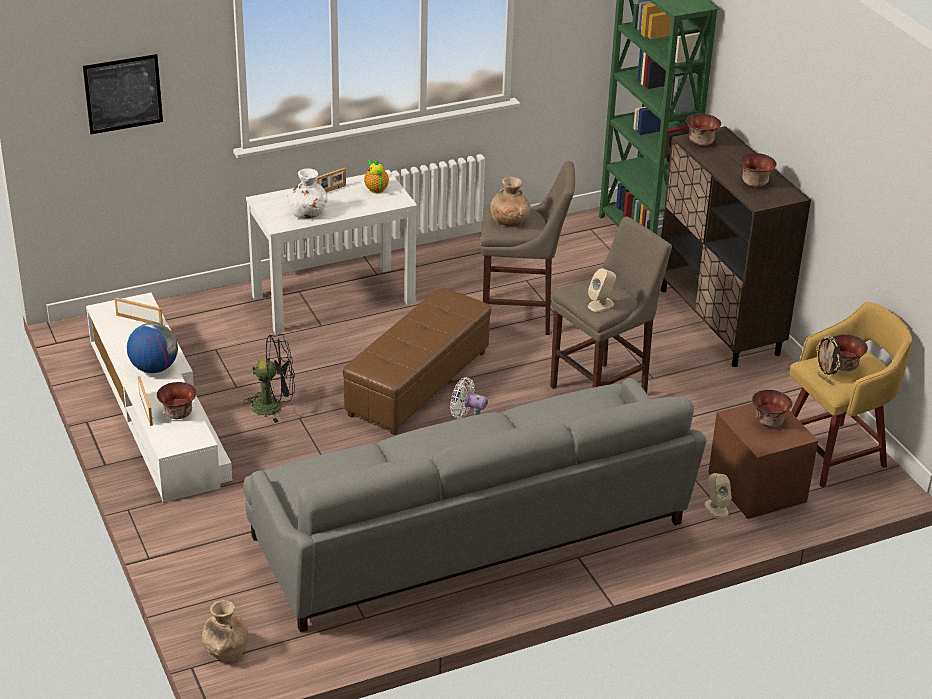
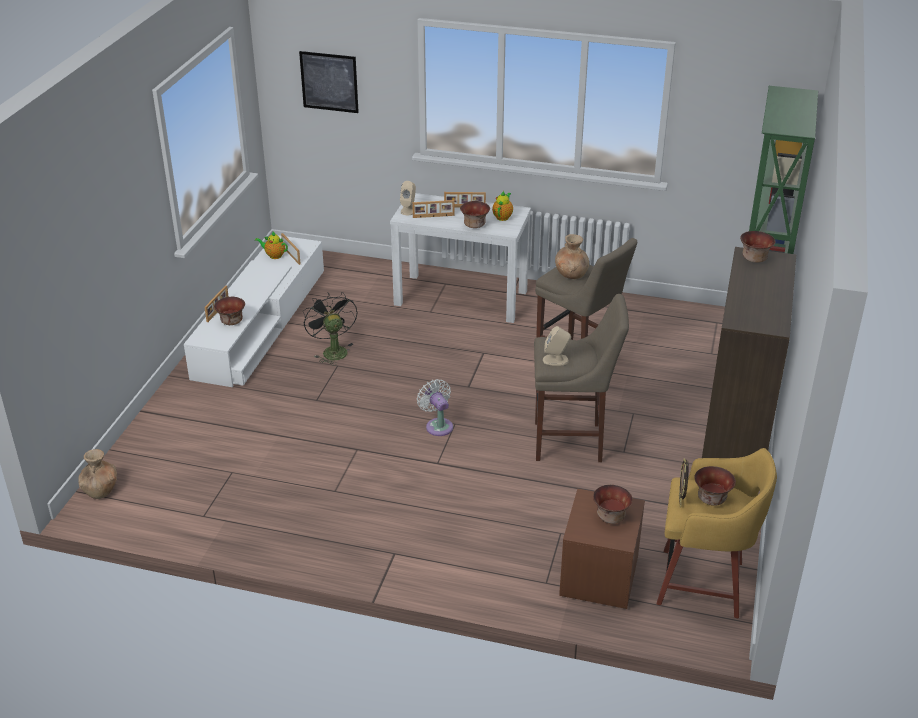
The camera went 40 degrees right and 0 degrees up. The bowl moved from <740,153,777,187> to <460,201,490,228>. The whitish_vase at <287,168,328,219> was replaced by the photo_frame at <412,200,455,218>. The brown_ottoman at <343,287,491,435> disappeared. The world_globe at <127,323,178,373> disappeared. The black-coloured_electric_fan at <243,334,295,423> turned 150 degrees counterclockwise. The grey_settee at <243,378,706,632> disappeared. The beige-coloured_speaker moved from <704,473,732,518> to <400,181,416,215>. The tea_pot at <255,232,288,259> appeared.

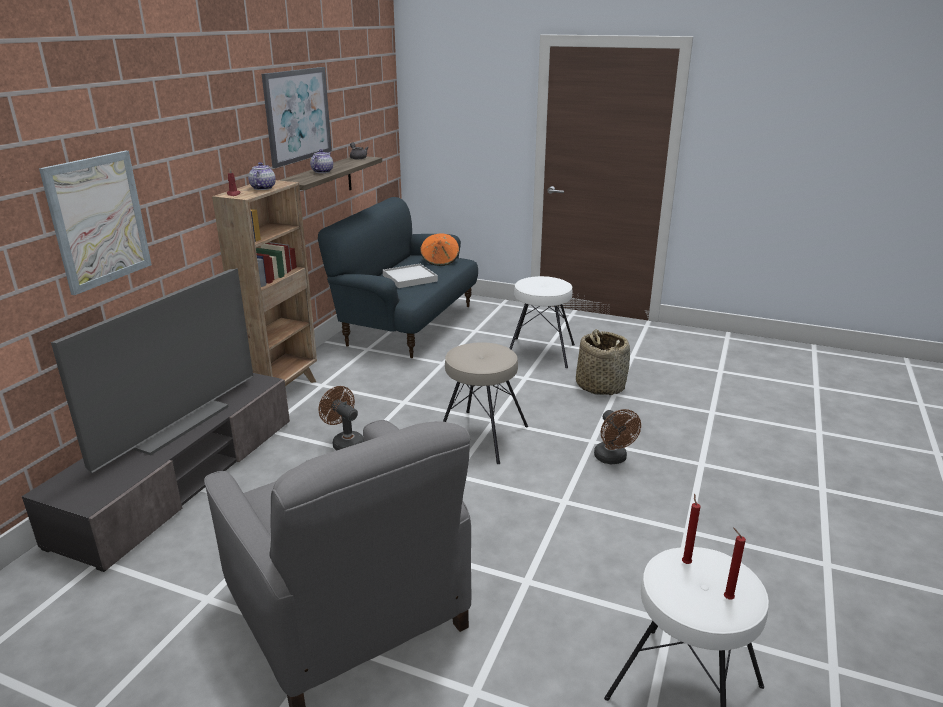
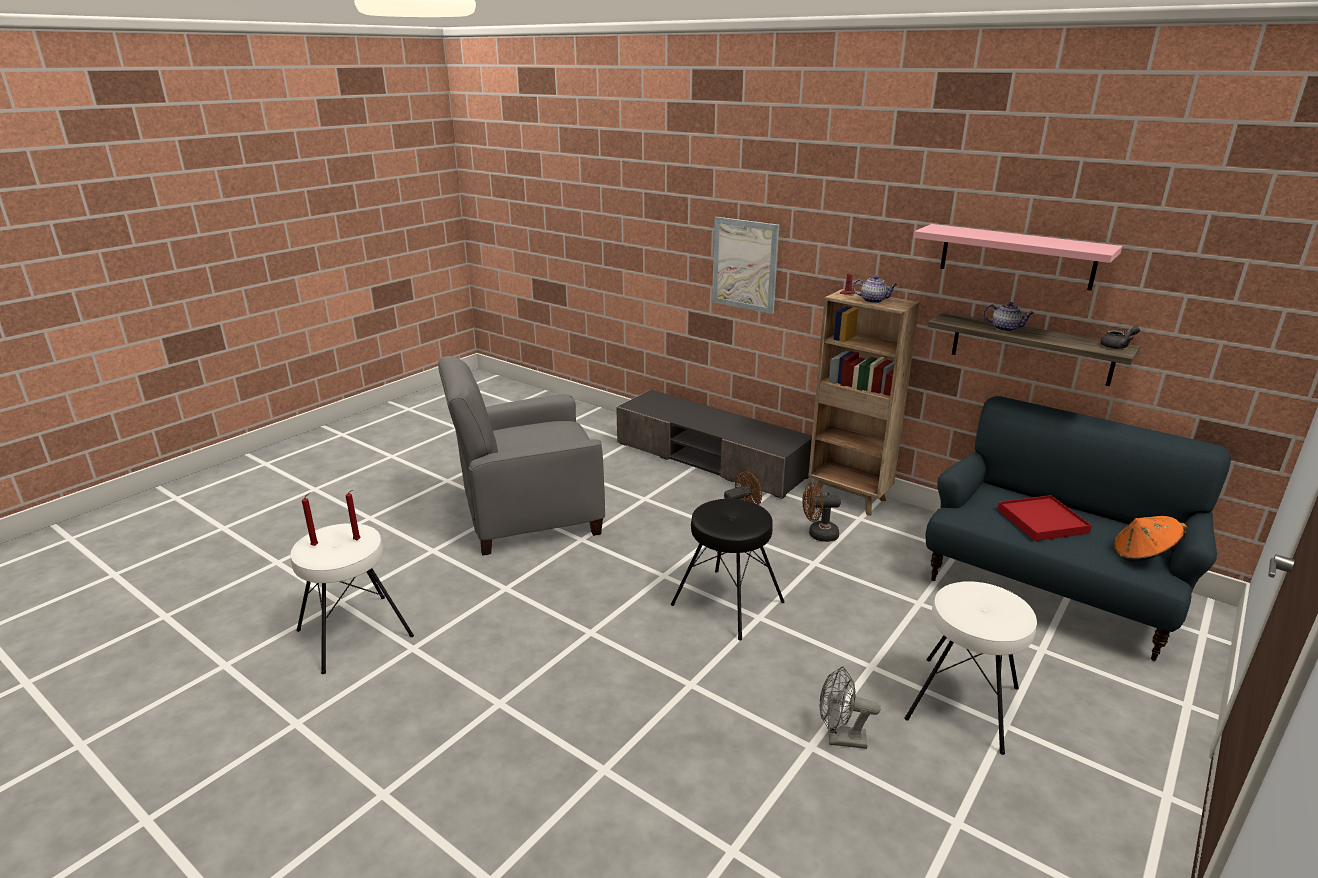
The camera went 105 degrees right and 0 degrees up. The wall_art at <262,67,332,168> was replaced by the pink-coloured_shelf at <913,224,1122,290>. The whitish_tray at <383,264,438,288> became the red-coloured_tray at <997,495,1092,541>. The television at <51,268,253,473> disappeared. The household_basket at <576,329,630,395> was replaced by the grey_electric_fan at <820,667,881,749>. The beige-coloured_stool at <443,342,528,464> became the black-coloured_stool at <671,499,785,641>. The brown_electric_fan moved from <594,409,641,465> to <802,482,841,542>.

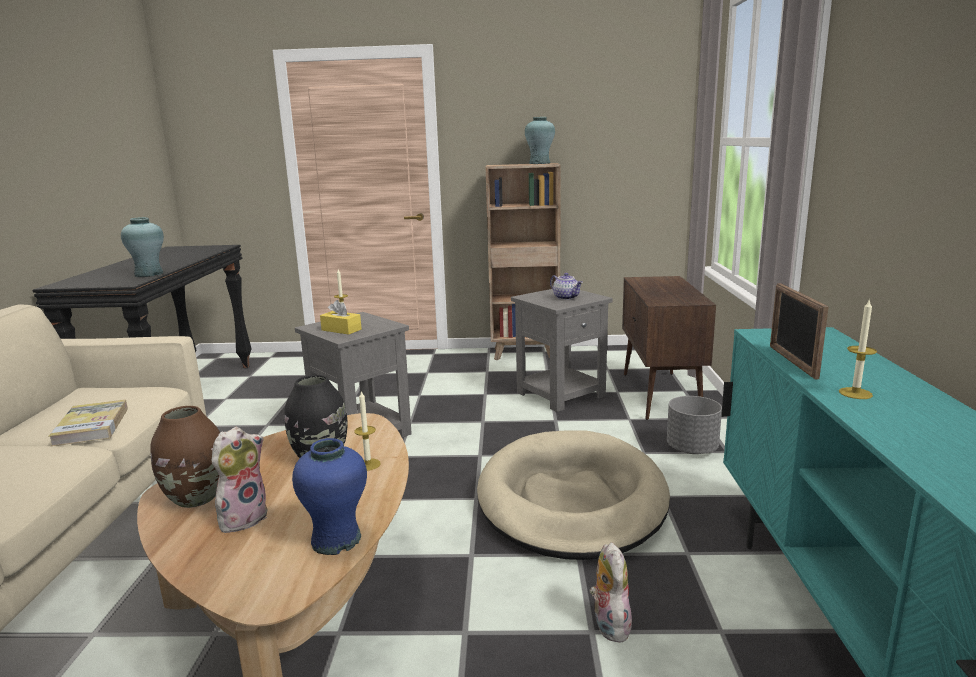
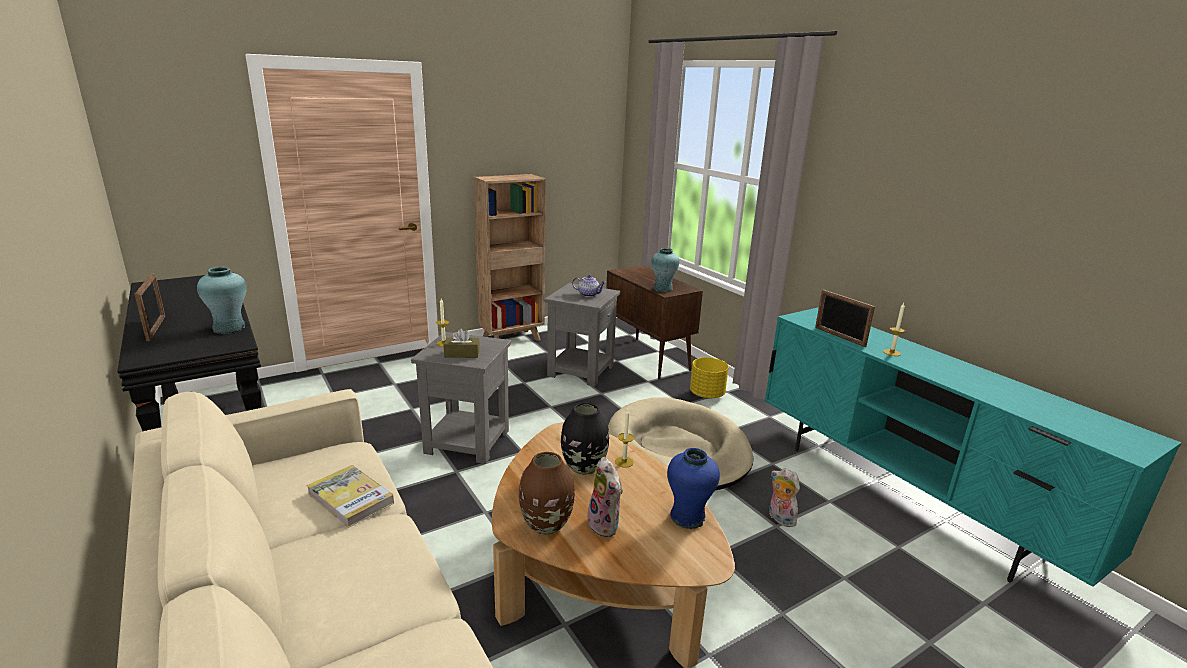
The camera went 35 degrees left and 5 degrees up. The blue-green_vase moved from <525,117,555,164> to <651,248,680,292>. The yellow-coloured_box_of_tissues at <320,300,362,335> became the brown_box_of_tissues at <444,329,480,358>. The grey_flower_pot at <667,396,722,454> became the yellow-coloured_flower_pot at <690,357,729,399>. The plush_toy at <212,427,268,533> turned 150 degrees clockwise. The photo_frame at <134,274,165,341> appeared.

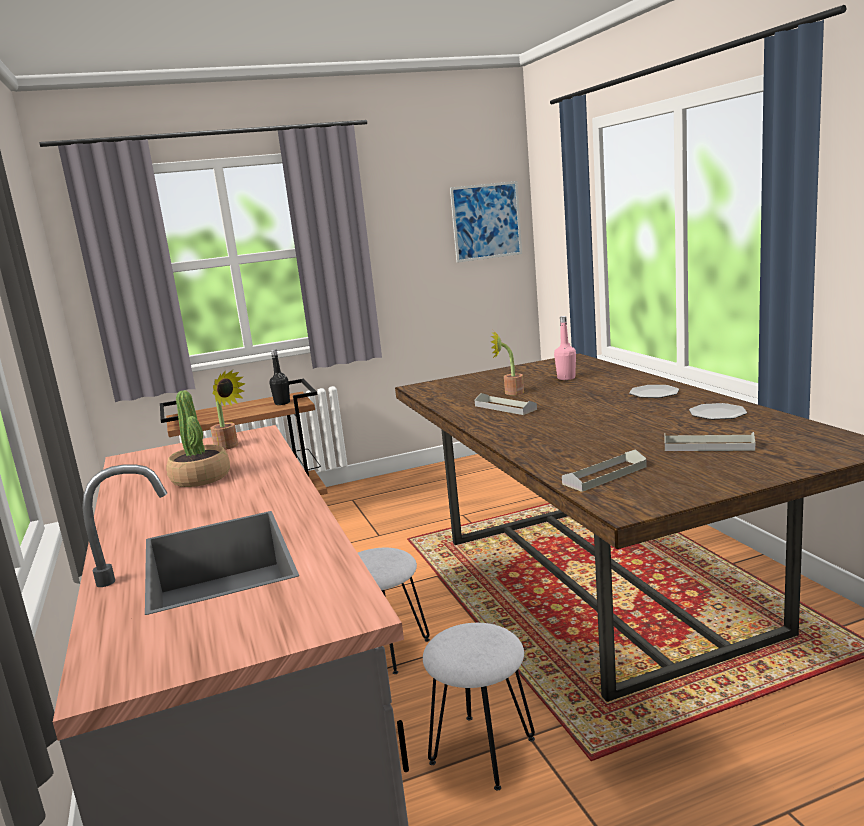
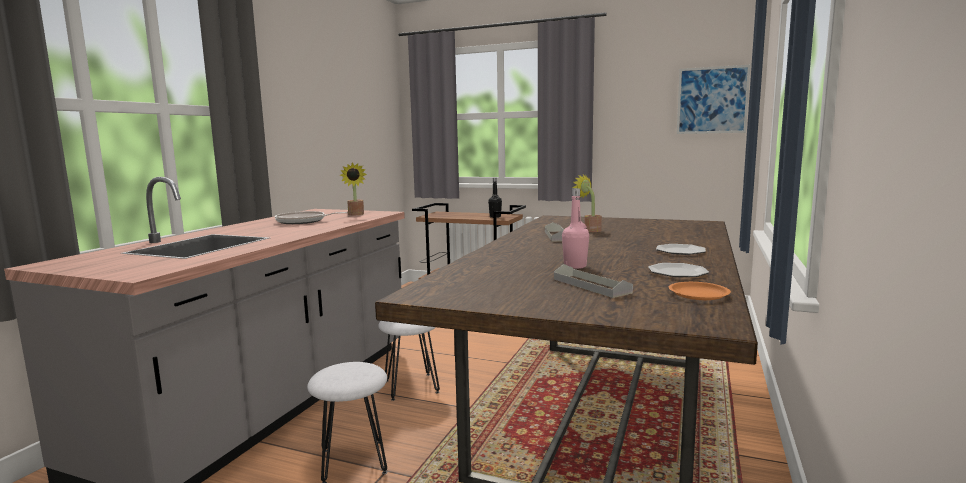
The camera went 40 degrees right and 5 degrees down. The pink-coloured_drink_bottle moved from <554,316,576,380> to <562,188,589,269>. The potted_plant at <167,391,230,487> was replaced by the skillet at <275,211,347,224>. The grey_tray at <562,449,647,492> disappeared. The orange-coloured_dinner_plate at <669,282,731,300> appeared.

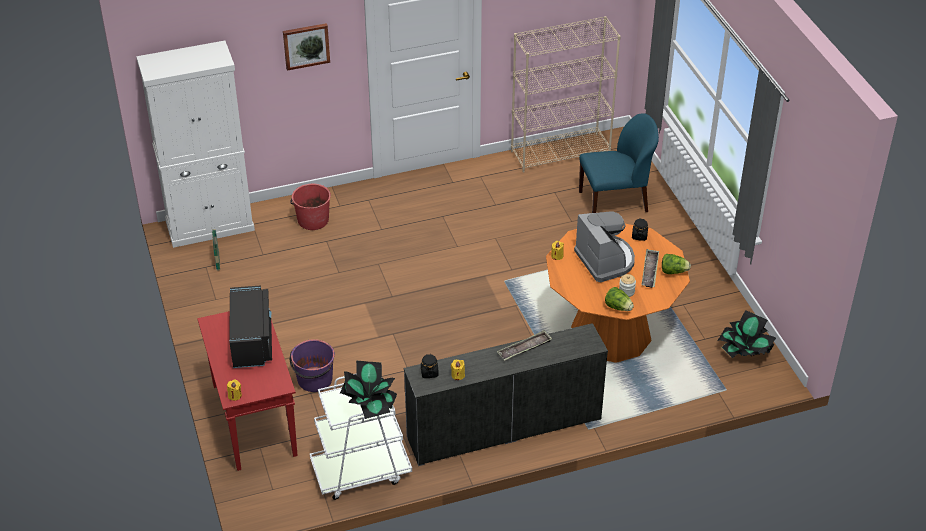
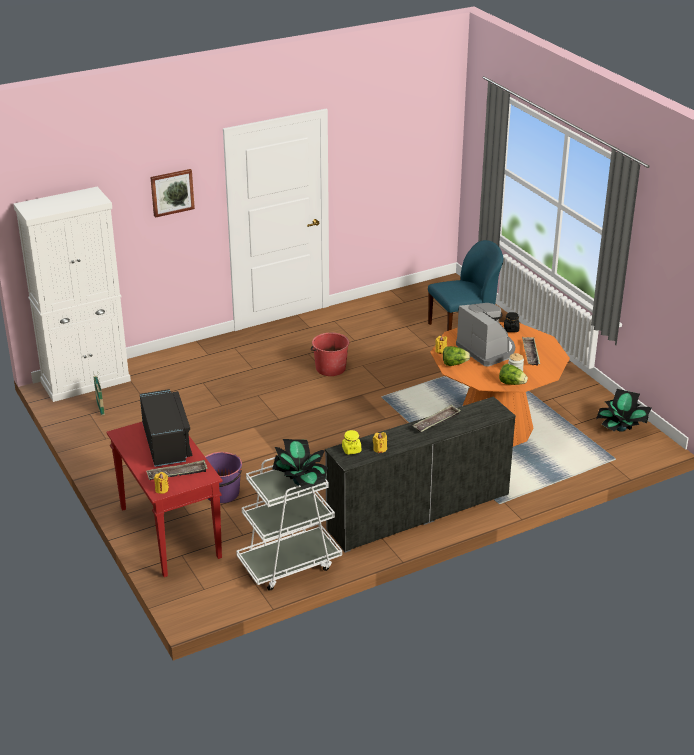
The camera went 10 degrees left and 10 degrees down. The beige-coloured_bookcase at <511,16,621,173> disappeared. The red-coloured_water_bucket moved from <290,184,331,230> to <311,333,349,376>. The lettuce moved from <662,254,691,274> to <443,346,470,366>. The black-coloured_storage_jar at <421,354,439,378> became the yellow-coloured_storage_jar at <342,430,361,455>. The tray at <146,460,208,480> appeared.

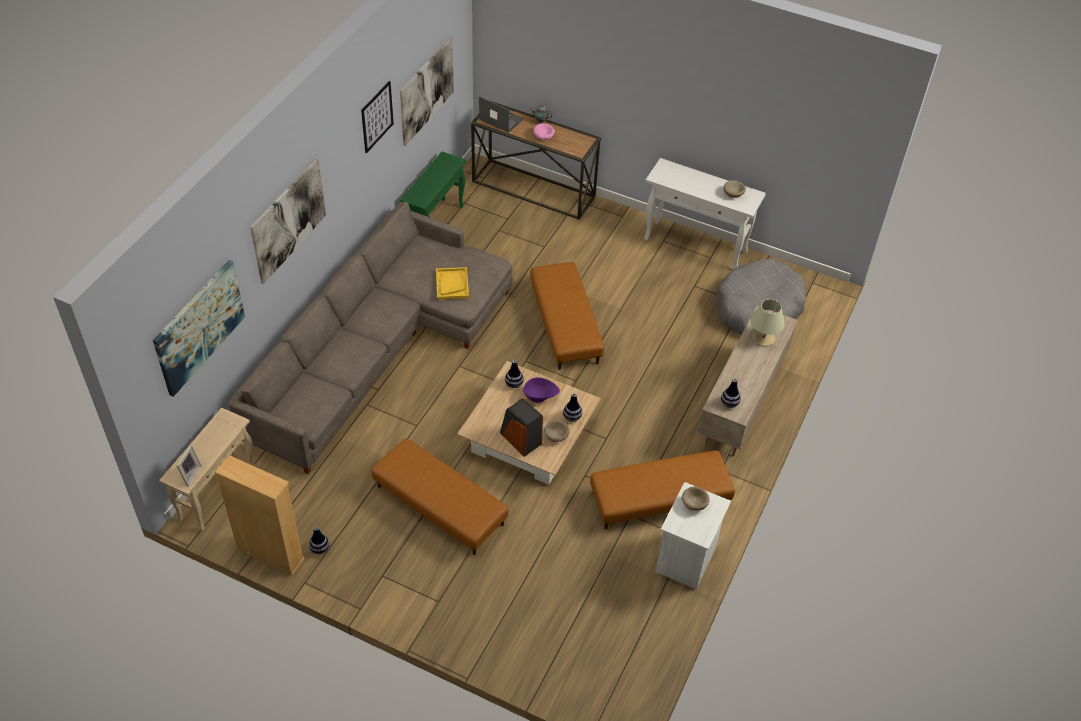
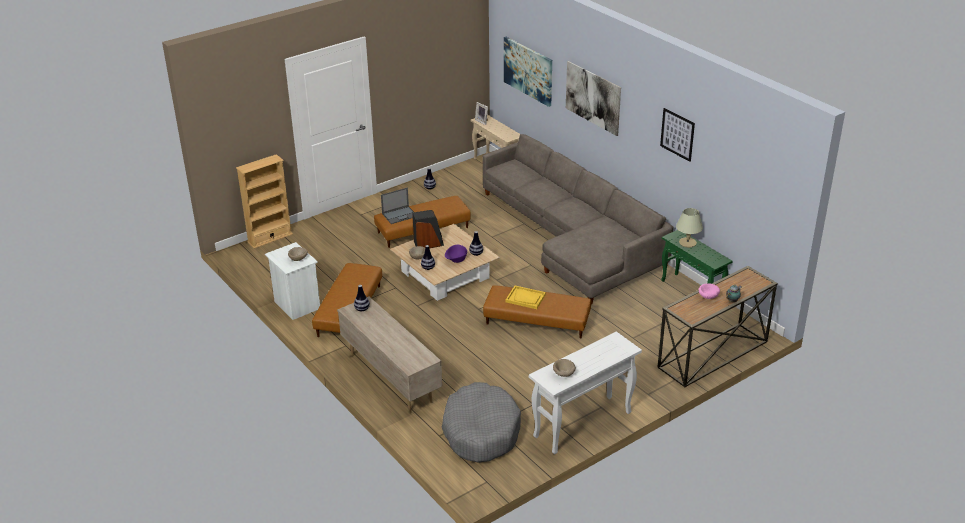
The camera went 120 degrees right and 15 degrees down. The wall_art at <400,37,454,146> disappeared. The laptop moved from <479,96,524,133> to <381,187,414,224>. The yellow-coloured_tray moved from <436,267,469,300> to <506,286,546,309>. The beige-coloured_tabletop_lamp moved from <750,299,785,347> to <676,208,703,248>. The beige-coloured_bookcase moved from <215,455,305,575> to <236,154,293,249>.

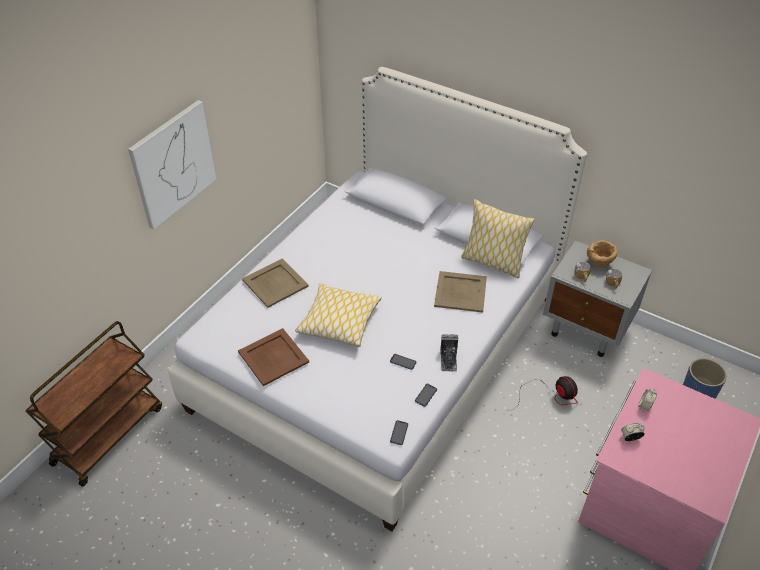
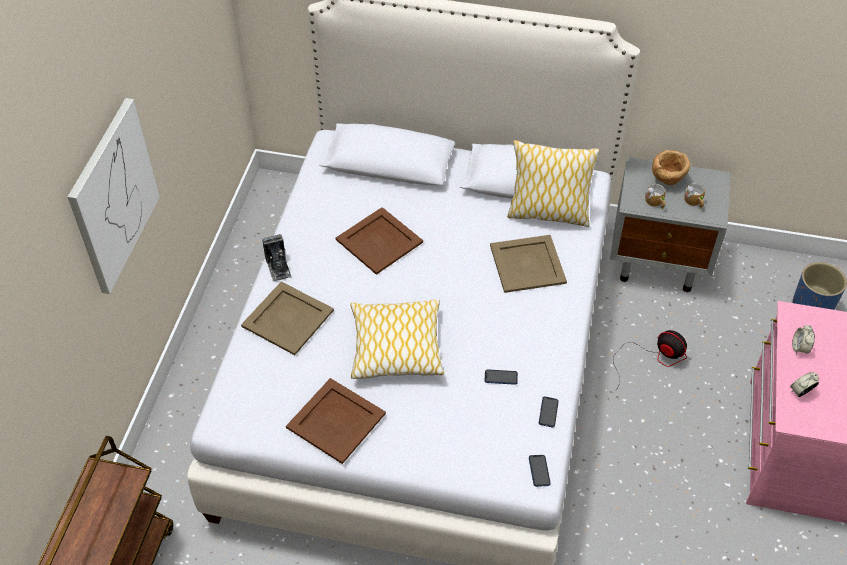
The camera went 20 degrees left and 5 degrees up. The photo_camera moved from <440,334,458,372> to <262,234,291,282>. The brown_tray at <336,207,423,275> appeared.

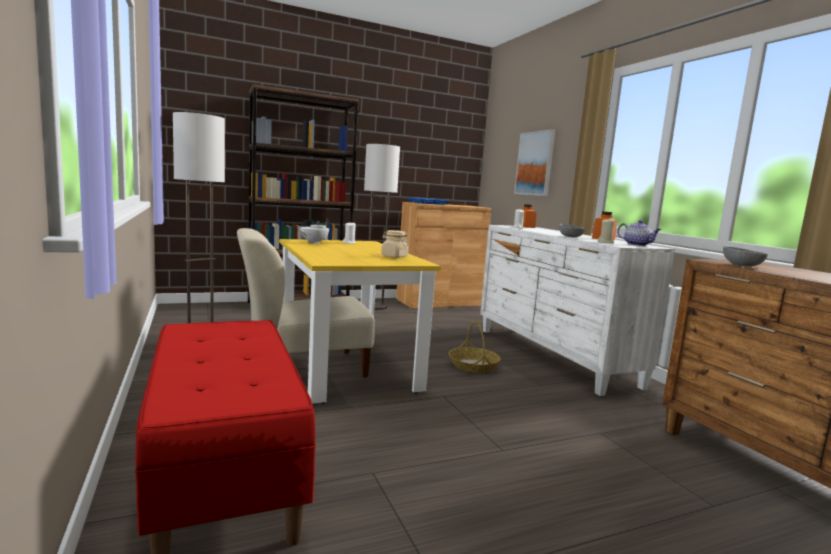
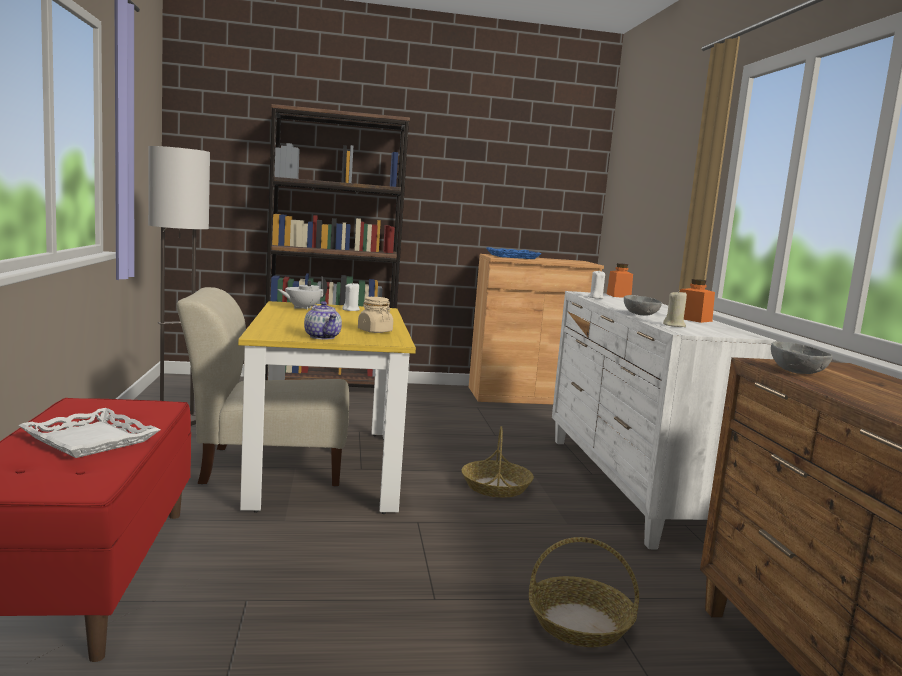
The camera went 15 degrees right and 0 degrees up. The wall_art at <514,129,555,196> disappeared. The standing_lamp at <364,144,400,310> disappeared. The tea_pot moved from <617,220,662,246> to <304,301,342,339>. The whitish_tray at <18,408,160,458> appeared. The household_basket at <529,537,639,647> appeared.

